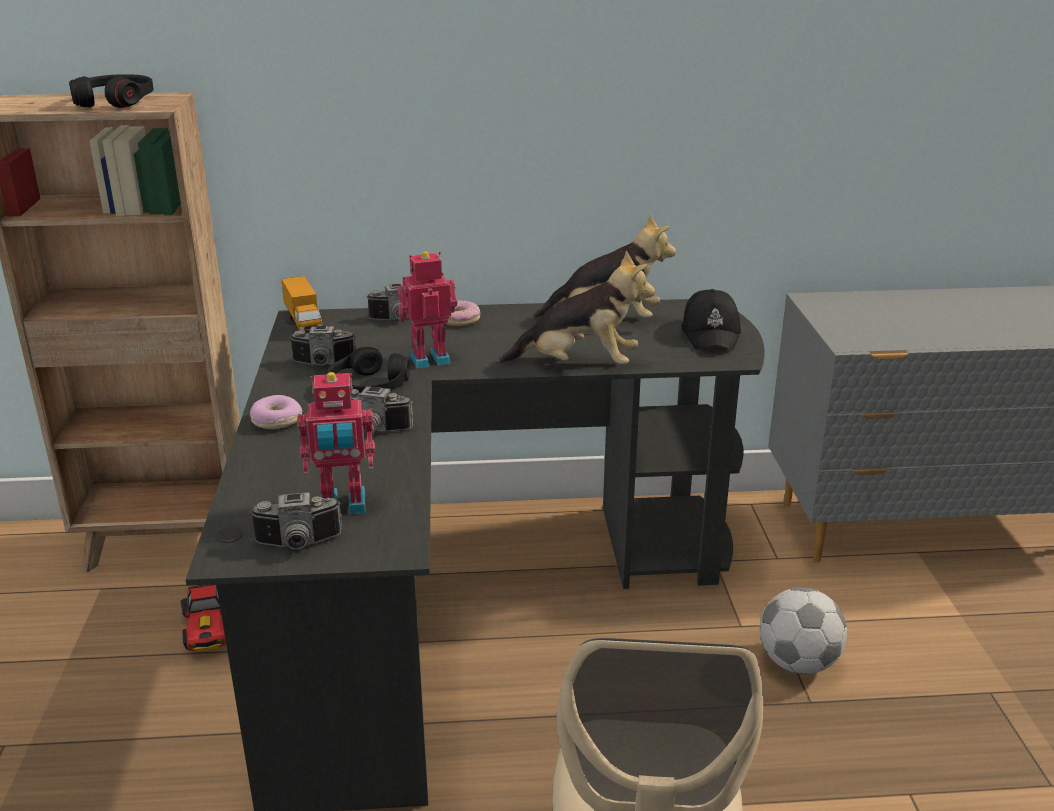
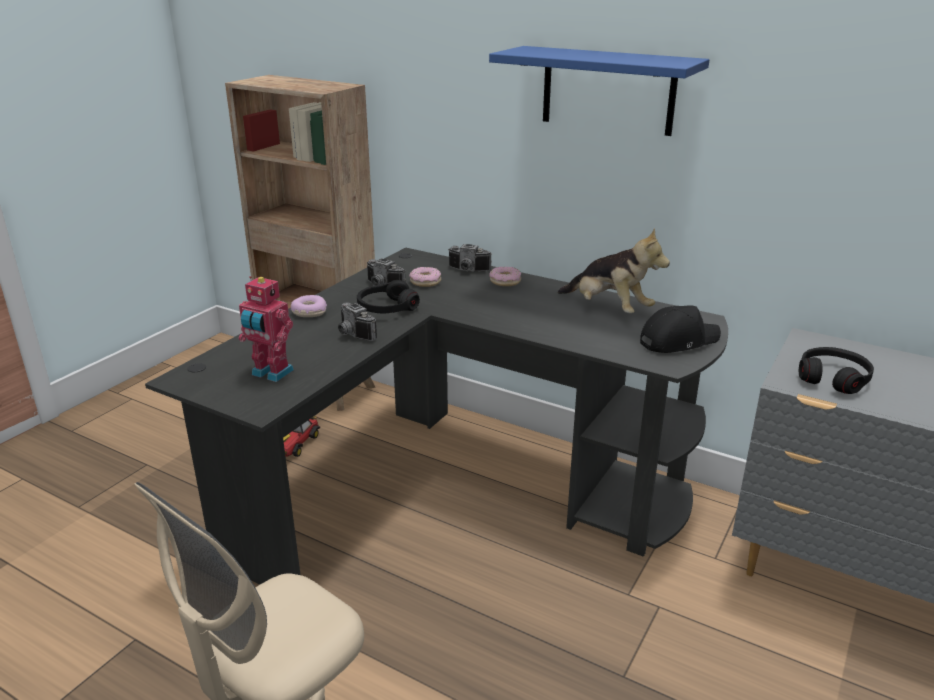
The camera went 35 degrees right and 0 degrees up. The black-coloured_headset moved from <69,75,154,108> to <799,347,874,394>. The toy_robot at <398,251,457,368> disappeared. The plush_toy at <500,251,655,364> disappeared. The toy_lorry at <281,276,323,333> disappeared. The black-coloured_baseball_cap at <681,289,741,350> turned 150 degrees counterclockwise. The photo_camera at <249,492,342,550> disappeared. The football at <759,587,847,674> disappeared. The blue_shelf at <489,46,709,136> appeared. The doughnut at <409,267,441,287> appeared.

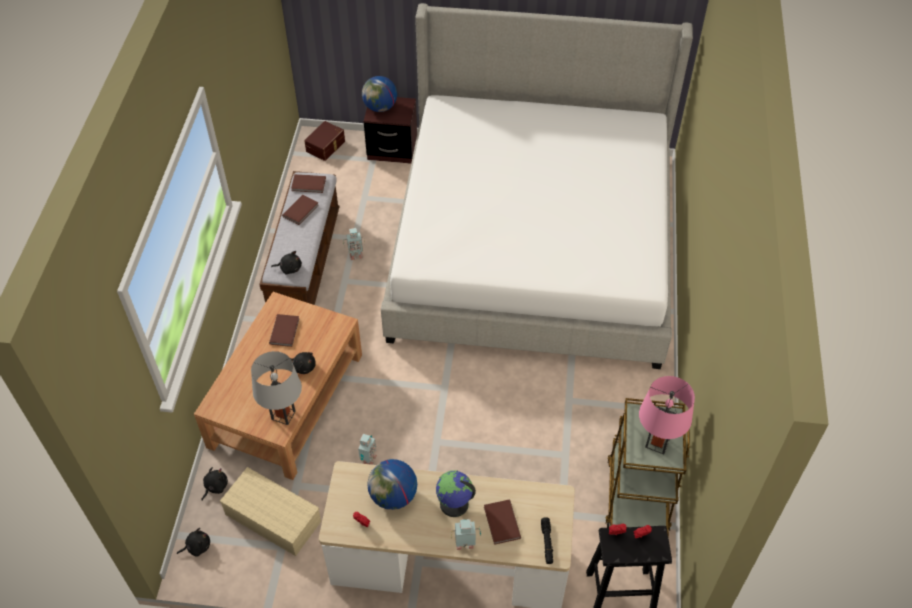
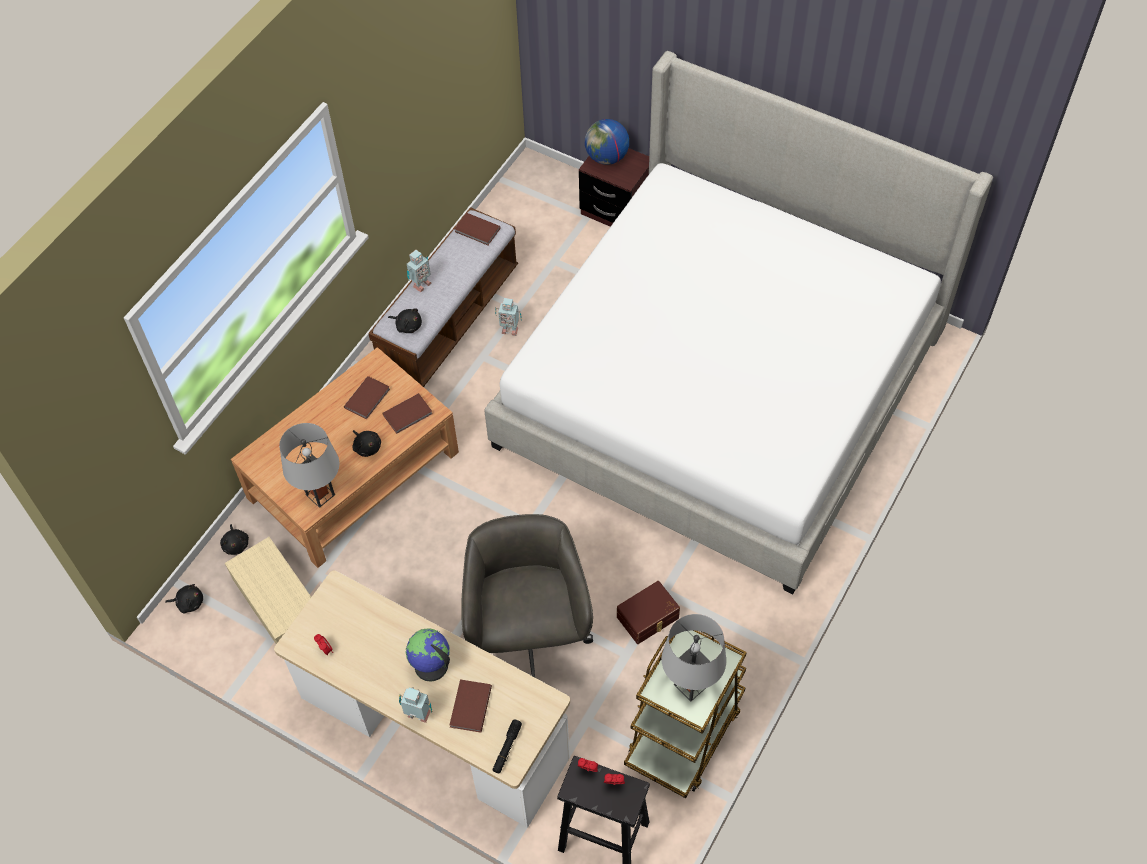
The camera went 25 degrees right and 5 degrees up. The brown_storage_box moved from <304,121,345,161> to <617,581,680,644>. The brown_volume moved from <282,195,319,225> to <382,393,433,434>. The pink-coloured_tabletop_lamp at <639,376,695,454> became the grey_tabletop_lamp at <661,614,726,701>. The toy_robot moved from <358,434,377,465> to <407,250,432,292>. The world_globe at <367,459,417,510> disappeared. The black-coloured_plush_toy at <202,467,228,500> turned 105 degrees clockwise. The grey_desk_chair at <461,514,593,677> appeared.

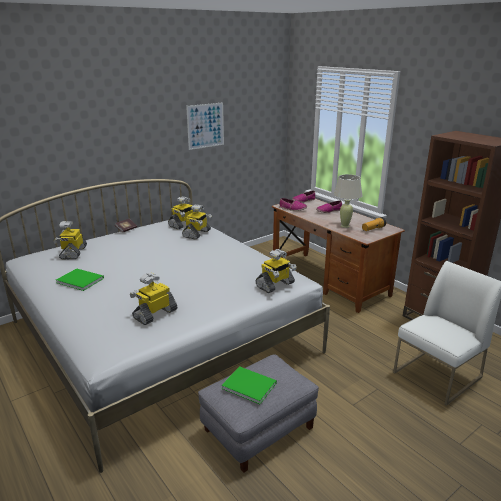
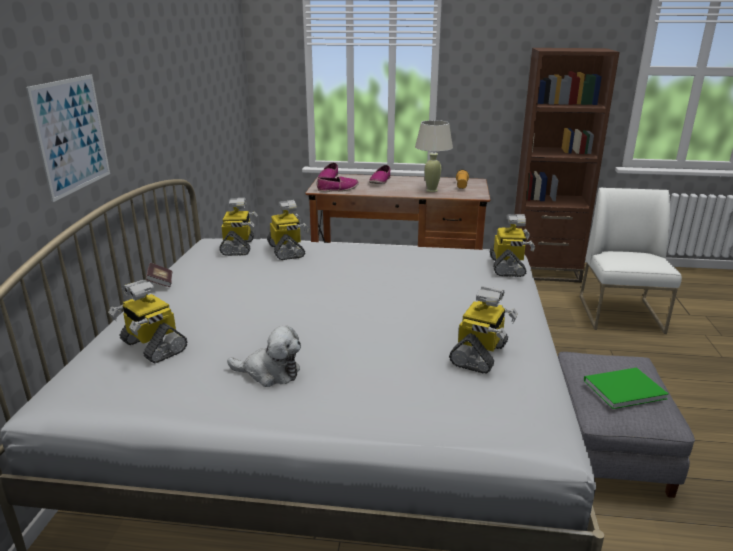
The camera went 45 degrees left and 0 degrees up. The wall_art moved from <186,102,224,150> to <26,75,110,202>. The greenish_volume at <56,268,104,291> was replaced by the plush_toy at <227,326,301,387>. The toy_robot at <130,273,177,325> turned 150 degrees counterclockwise.

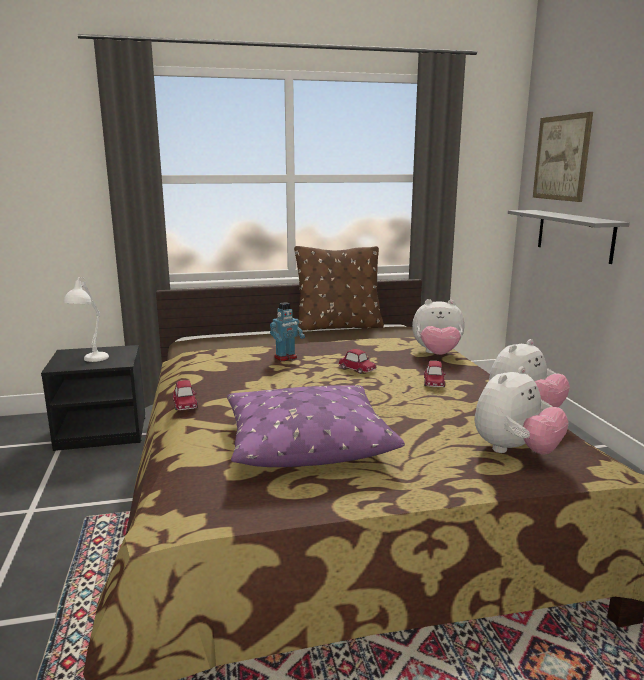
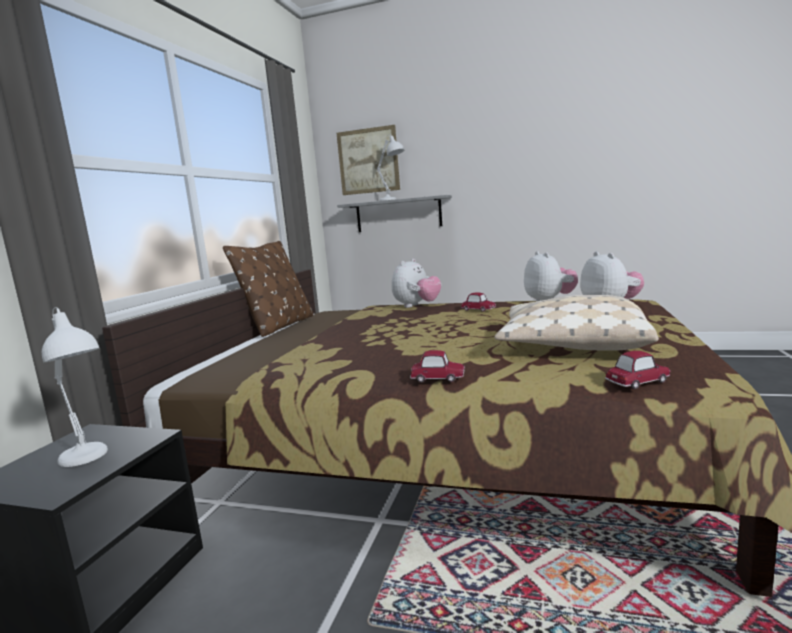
The camera went 60 degrees left and 5 degrees down. The toy_robot at <270,302,305,361> disappeared. The miniature_car moved from <338,349,377,374> to <605,351,670,389>. The purplish_throw_pillow at <227,385,405,467> became the beige-coloured_throw_pillow at <494,295,659,351>. The whitish_tabletop_lamp at <377,135,404,201> appeared.

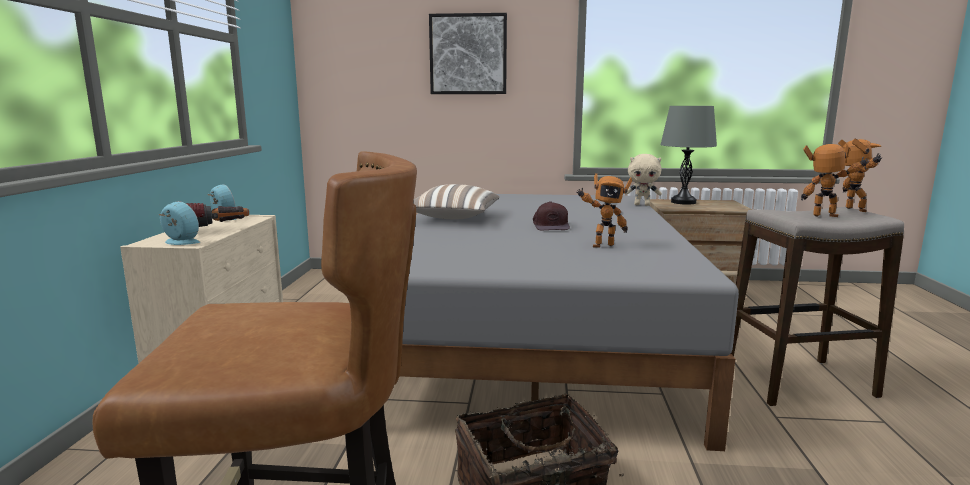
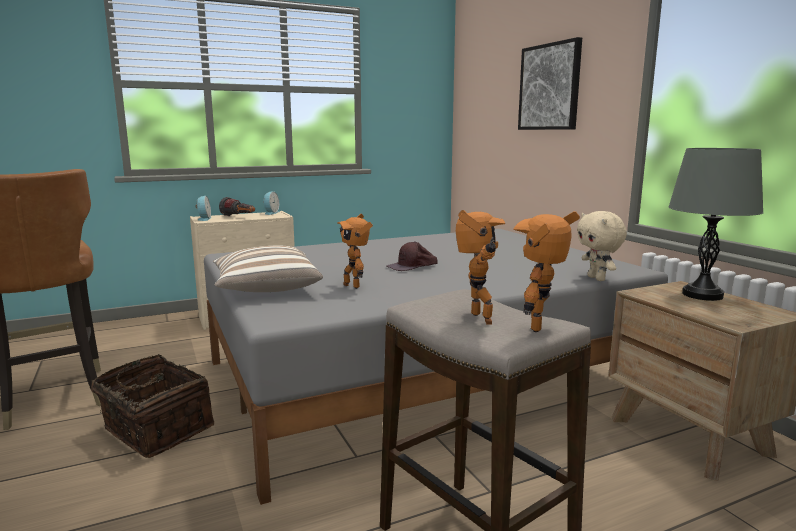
The camera went 60 degrees right and 0 degrees up. The toy_robot at <838,139,882,212> turned 150 degrees clockwise. The throw_pillow moved from <413,184,500,219> to <213,245,323,292>.

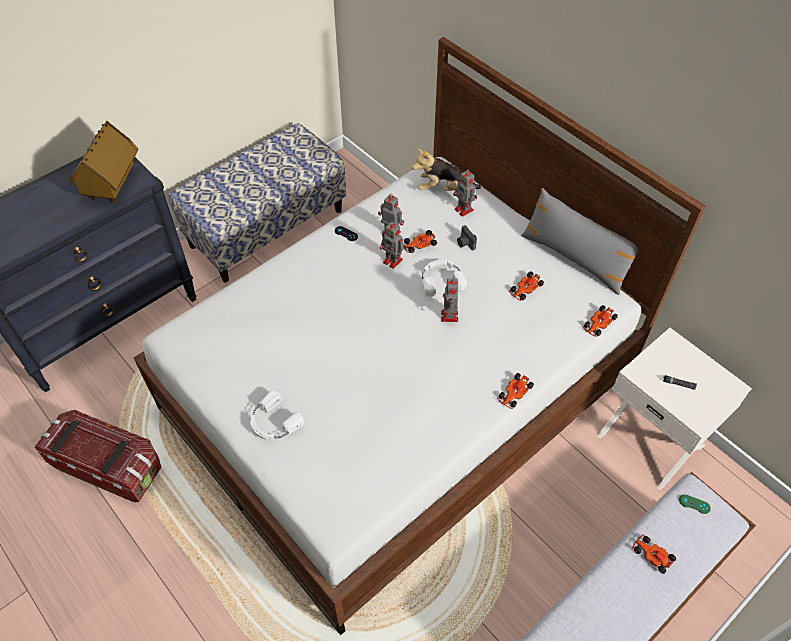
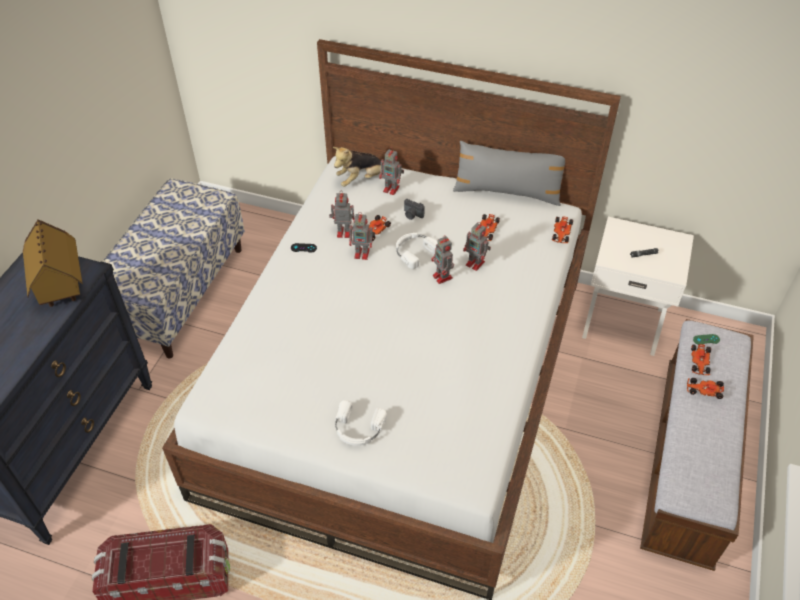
The camera went 30 degrees left and 5 degrees down. The miniature_car moved from <497,373,534,409> to <691,344,711,375>. The toy_robot at <463,223,491,271> appeared.

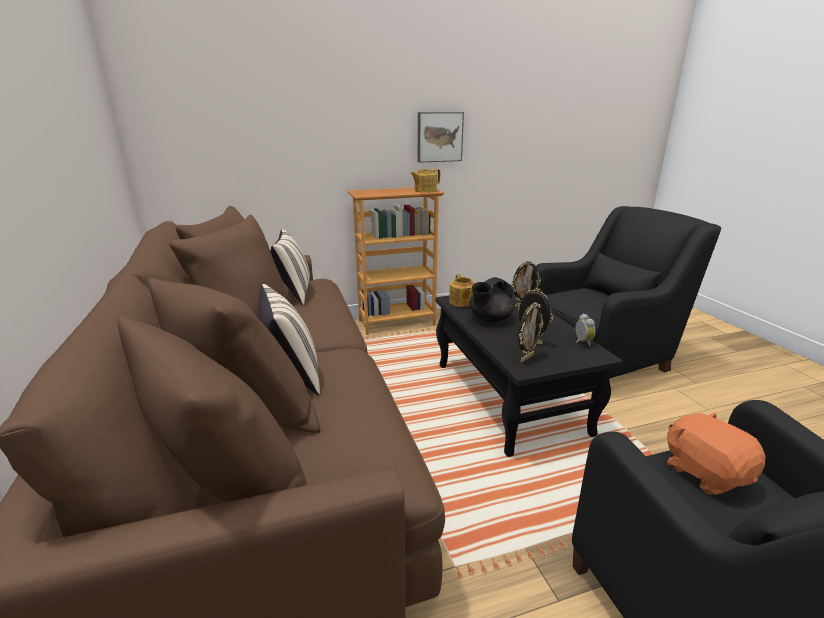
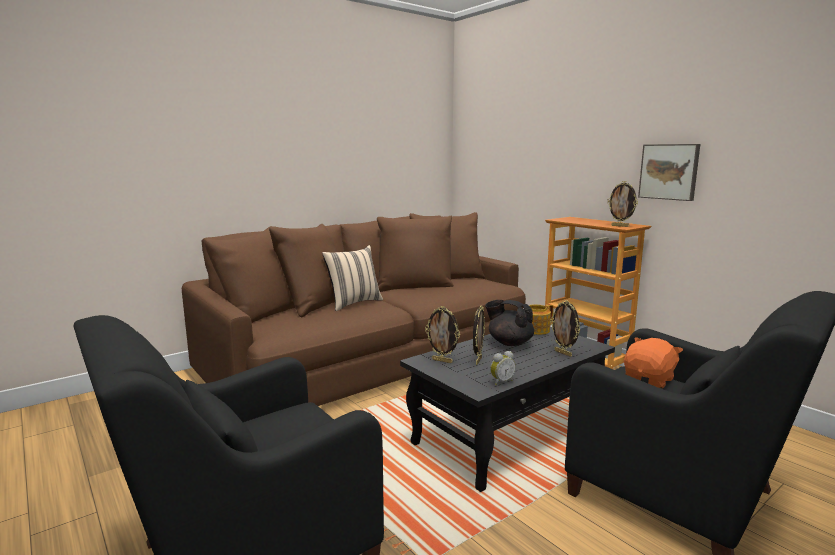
The camera went 70 degrees right and 10 degrees down. The tea_pot at <410,169,440,193> was replaced by the photo_frame at <607,181,638,227>. The beige-coloured_throw_pillow at <270,229,310,305> disappeared. The orange-coloured_plush_toy moved from <667,412,765,495> to <624,337,683,389>.

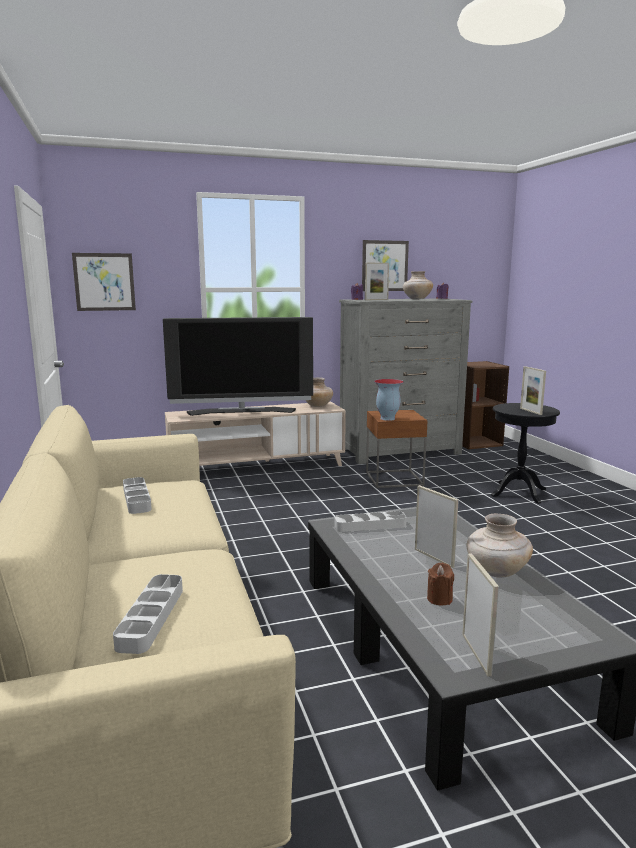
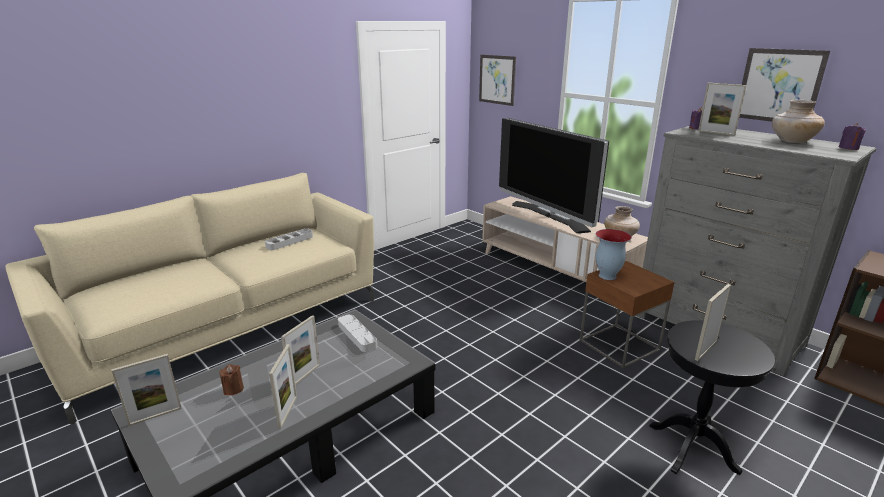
The camera went 65 degrees right and 10 degrees up. The beige-coloured_vase at <467,513,533,578> was replaced by the photo_frame at <269,344,297,429>. The grey_tray at <113,574,183,654> disappeared.

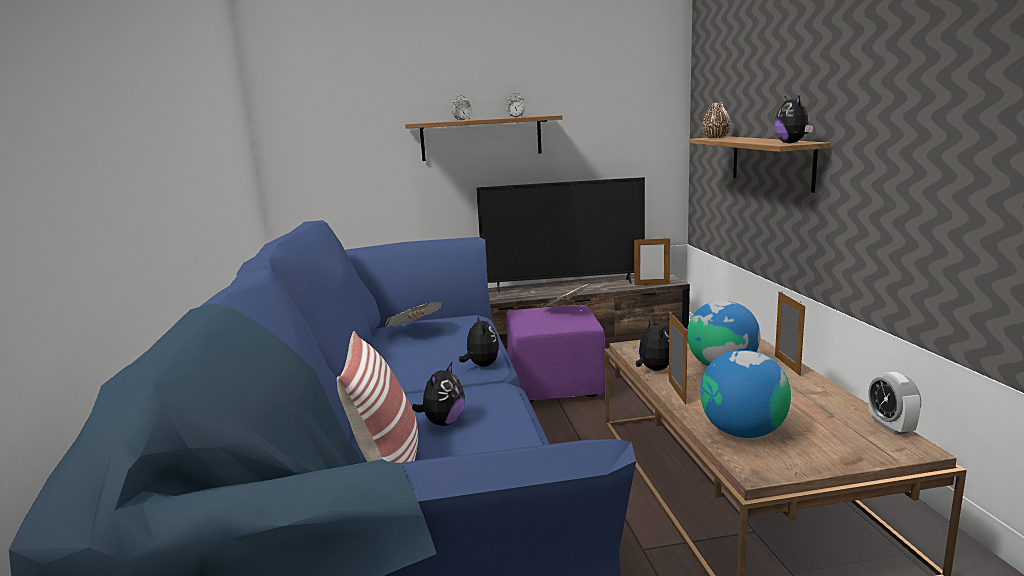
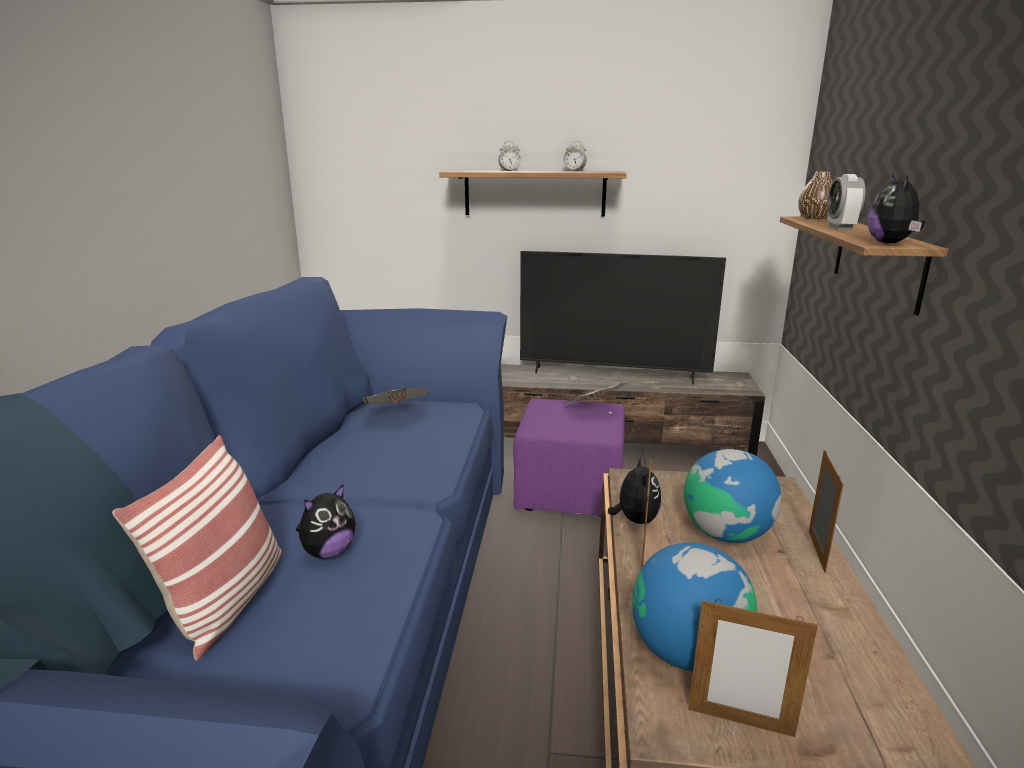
The camera went 15 degrees right and 5 degrees up. The photo_frame moved from <634,238,670,285> to <688,599,818,737>. The plush_toy at <459,315,500,367> disappeared. The alarm_clock moved from <869,372,921,435> to <827,174,865,230>.

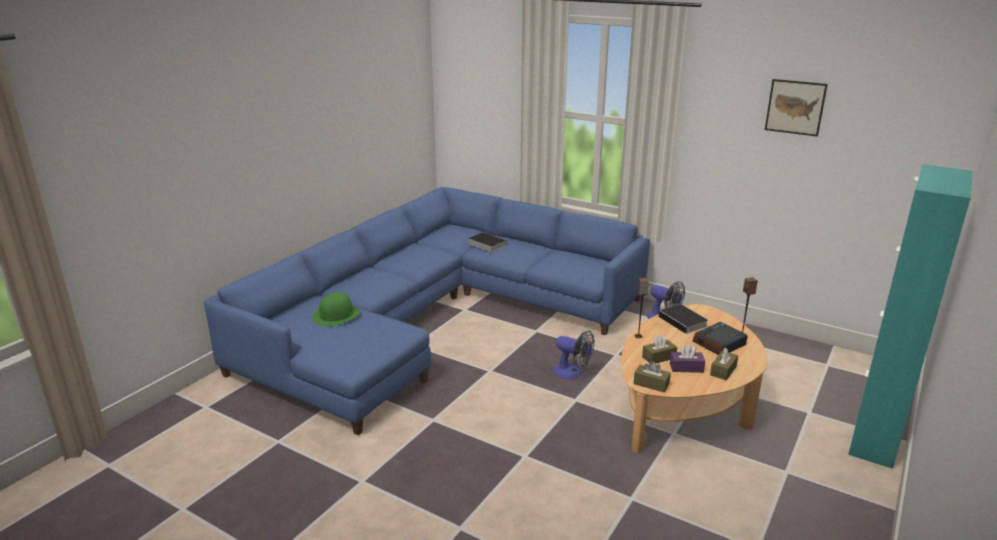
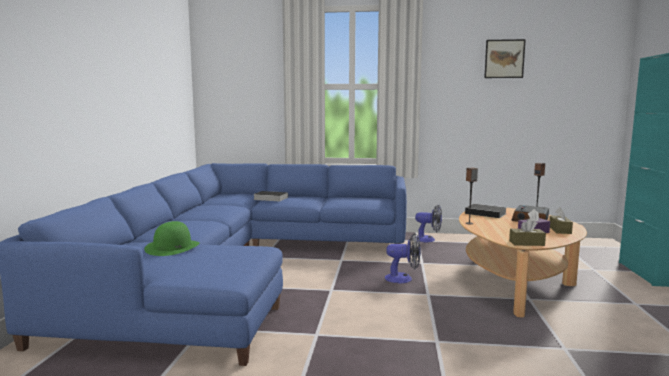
The camera went 25 degrees left and 15 degrees down. The brown_box_of_tissues at <642,334,677,364> disappeared.

